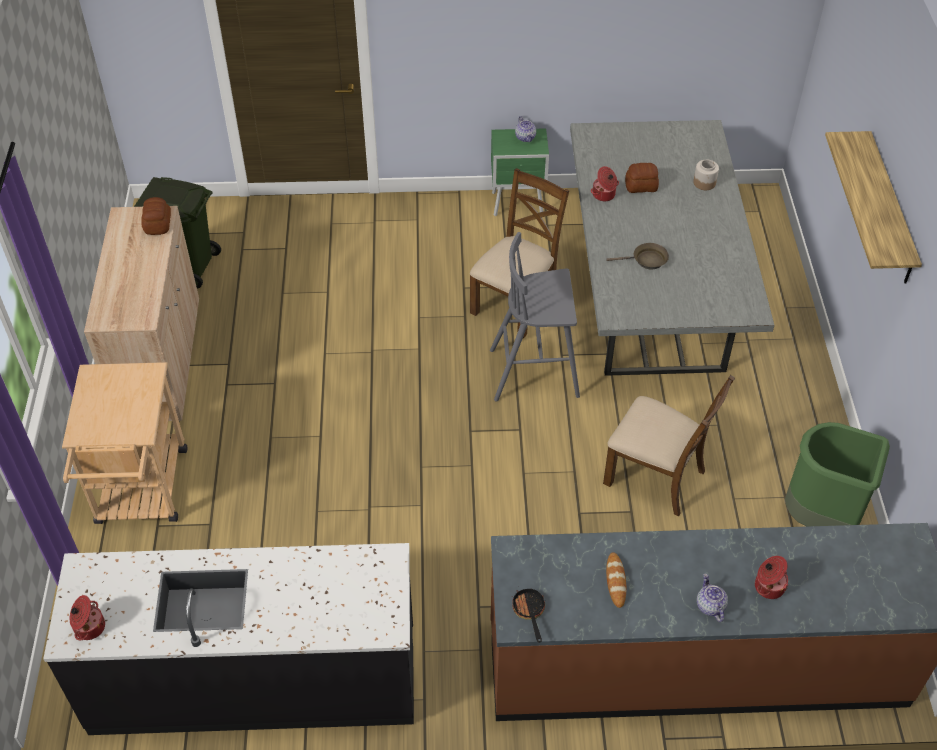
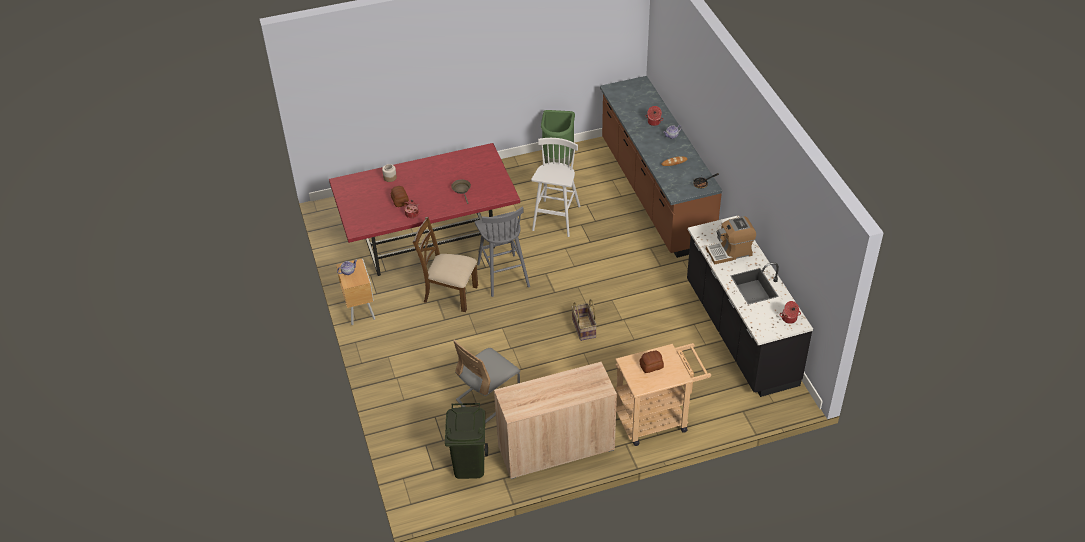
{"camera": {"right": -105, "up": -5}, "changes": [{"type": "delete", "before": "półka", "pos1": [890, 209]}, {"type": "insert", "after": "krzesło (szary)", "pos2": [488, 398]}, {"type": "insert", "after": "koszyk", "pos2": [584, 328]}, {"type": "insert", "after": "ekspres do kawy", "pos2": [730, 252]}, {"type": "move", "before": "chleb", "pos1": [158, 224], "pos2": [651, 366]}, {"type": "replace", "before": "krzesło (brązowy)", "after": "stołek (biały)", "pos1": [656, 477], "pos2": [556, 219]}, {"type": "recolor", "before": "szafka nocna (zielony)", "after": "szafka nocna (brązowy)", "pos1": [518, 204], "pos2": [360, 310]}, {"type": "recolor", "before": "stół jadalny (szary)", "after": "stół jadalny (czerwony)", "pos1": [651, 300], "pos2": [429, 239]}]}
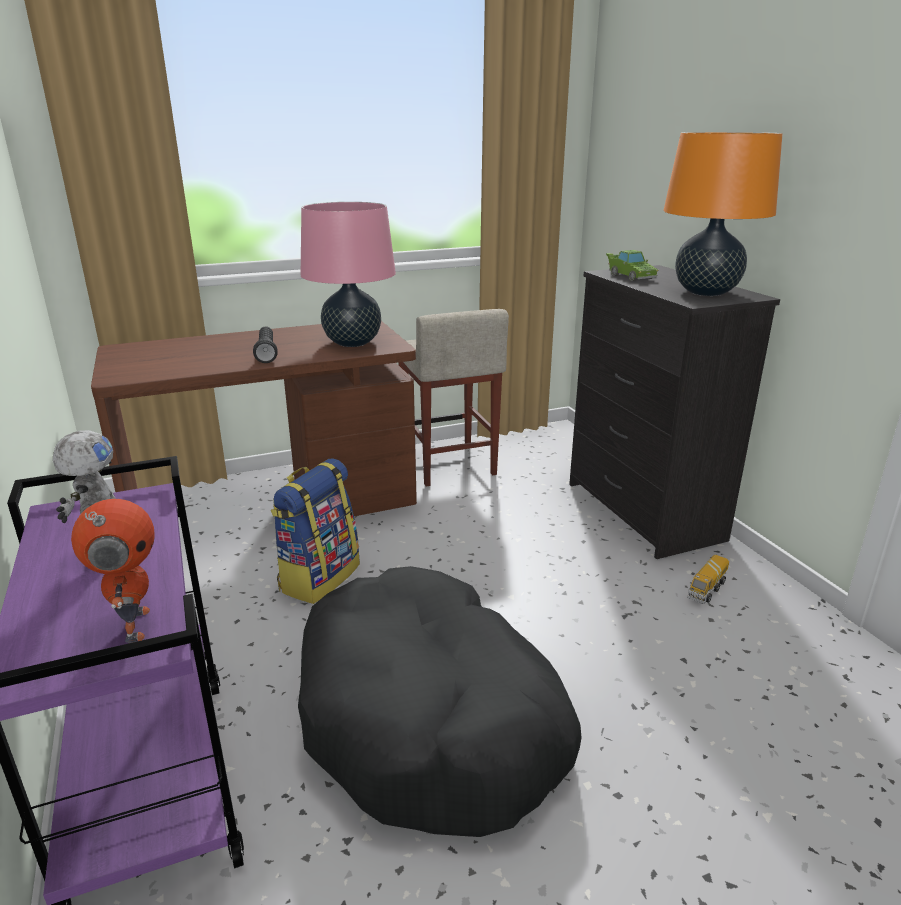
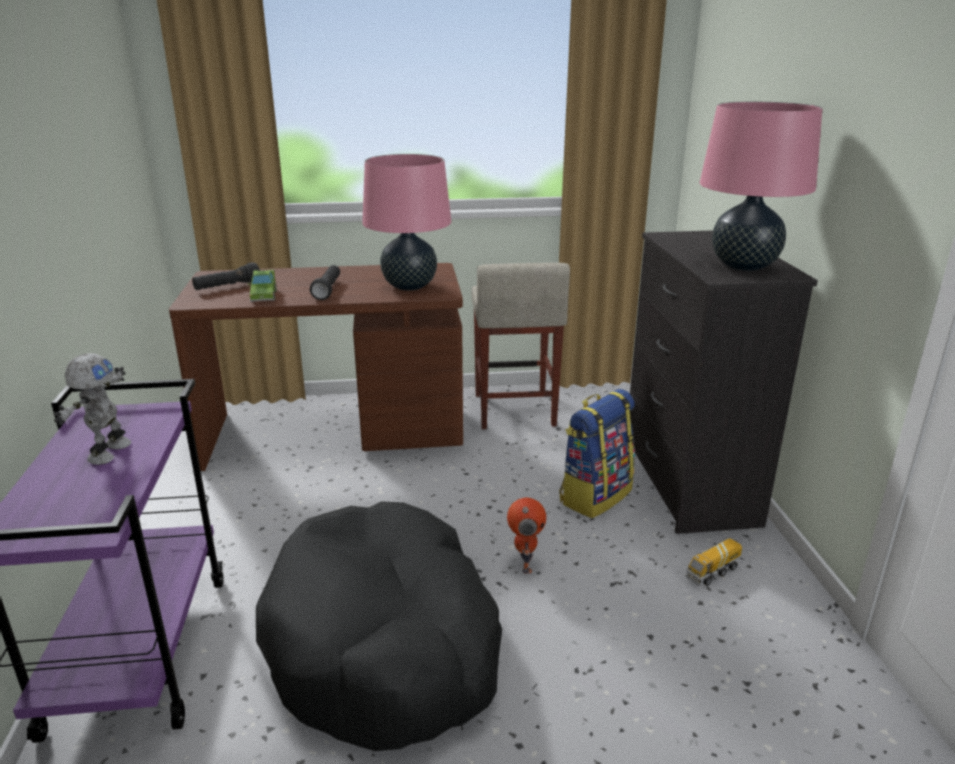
{"camera": {"right": 15, "up": 0}, "changes": [{"type": "insert", "after": "latarka (czarny)", "pos2": [227, 287]}, {"type": "move", "before": "robot zabawkowy", "pos1": [134, 625], "pos2": [524, 563]}, {"type": "move", "before": "plecak", "pos1": [319, 577], "pos2": [595, 495]}, {"type": "move", "before": "samochodzik (zielony)", "pos1": [629, 276], "pos2": [264, 295]}, {"type": "recolor", "before": "lampa stołowa (pomarańczowy)", "after": "lampa stołowa (różowy)", "pos1": [706, 292], "pos2": [744, 266]}]}
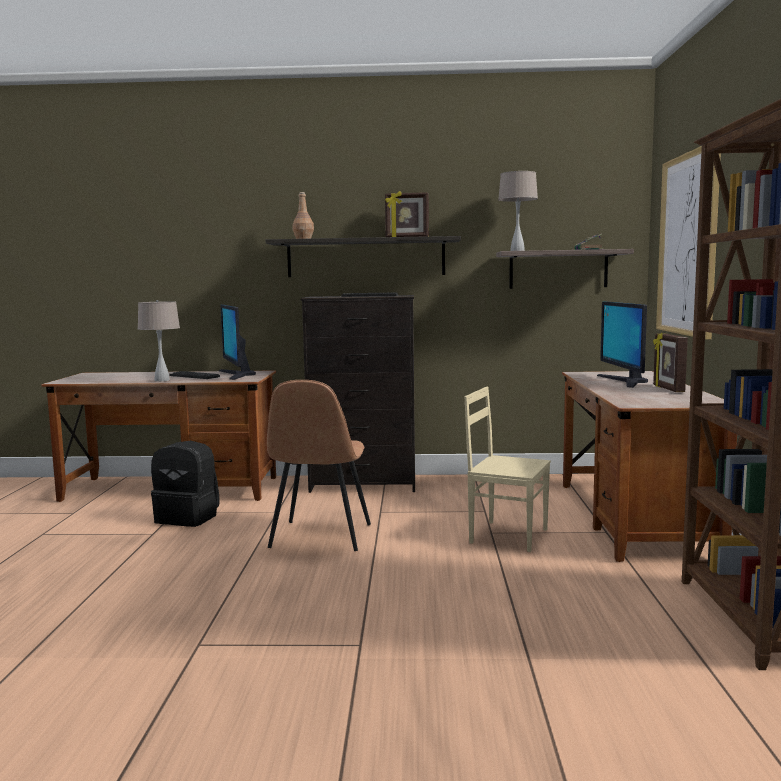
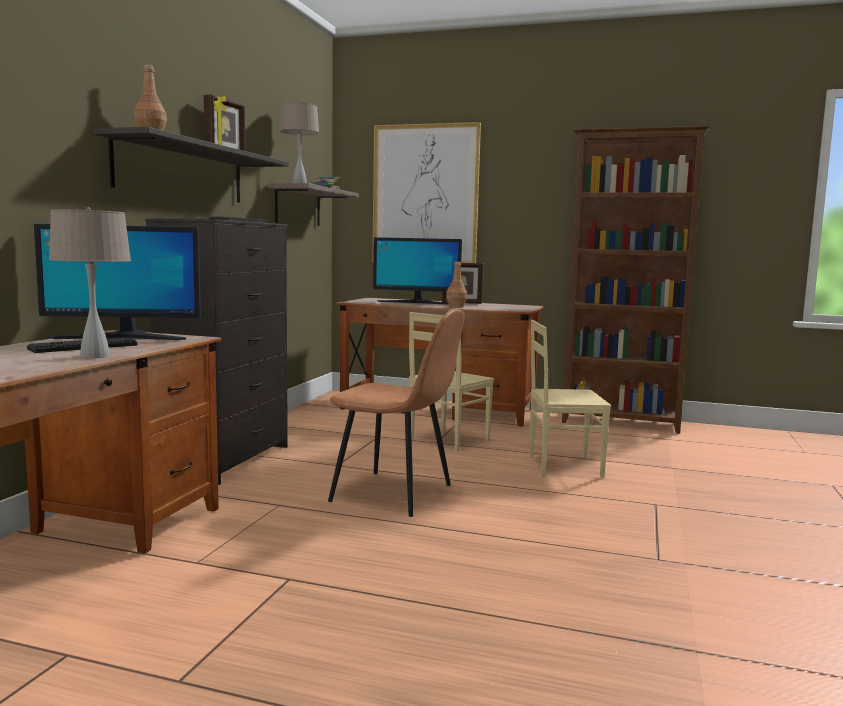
{"camera": {"right": -75, "up": 0}, "changes": [{"type": "delete", "before": "plecak (czarny)", "pos1": [188, 518]}, {"type": "insert", "after": "butelka (brązowy)", "pos2": [456, 307]}, {"type": "insert", "after": "krzesło (beżowy)", "pos2": [563, 466]}]}
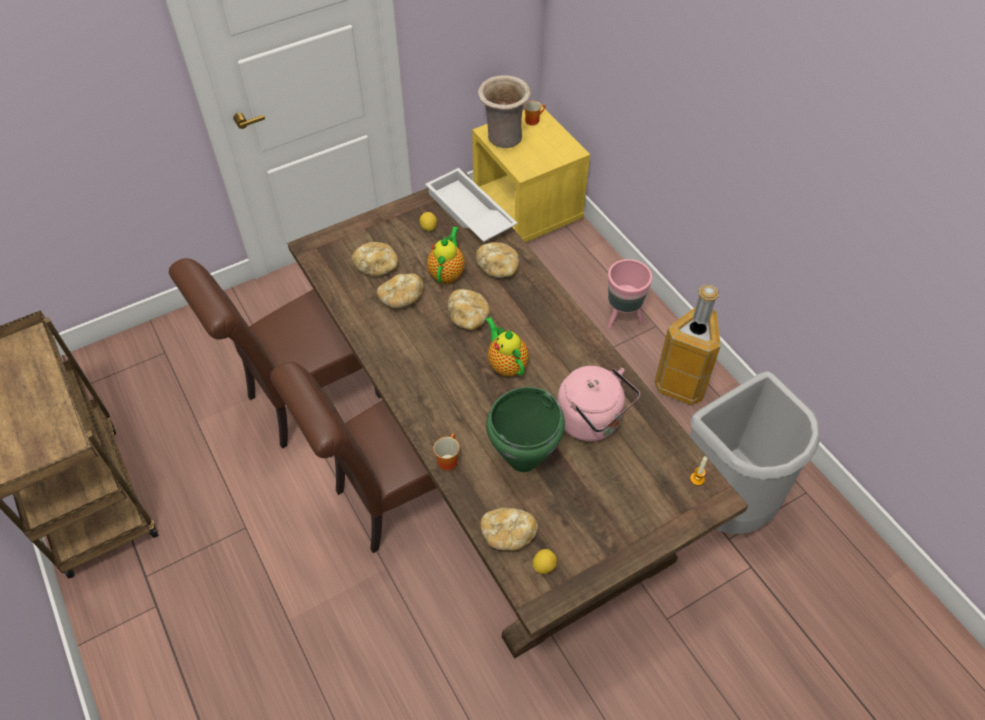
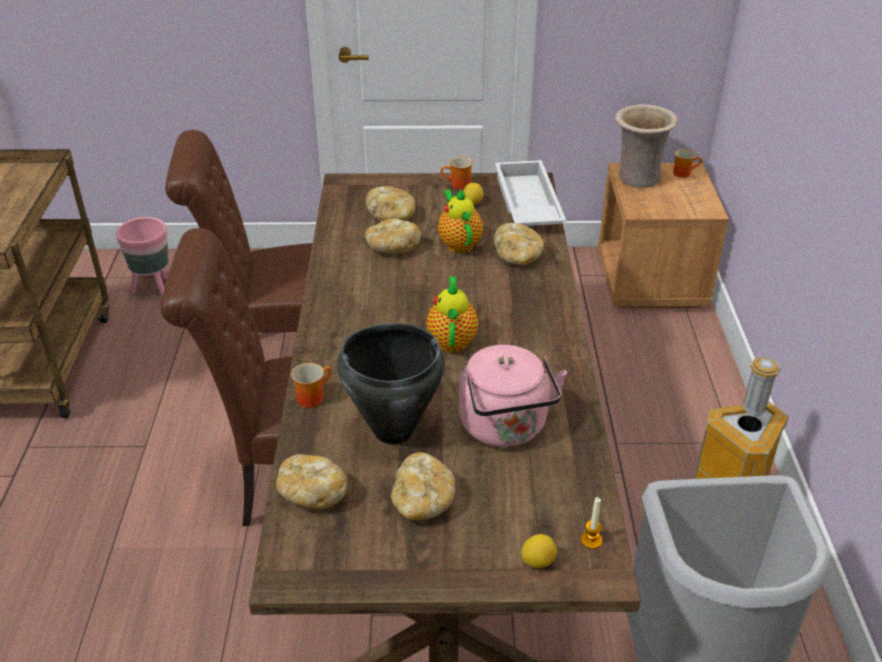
{"camera": {"right": 30, "up": -15}, "changes": [{"type": "insert", "after": "kubek", "pos2": [458, 185]}, {"type": "move", "before": "chleb", "pos1": [468, 317], "pos2": [422, 500]}, {"type": "move", "before": "cytryna", "pos1": [544, 566], "pos2": [538, 561]}, {"type": "move", "before": "donica (różowy)", "pos1": [621, 317], "pos2": [154, 290]}, {"type": "recolor", "before": "szafka nocna (żółty)", "after": "szafka nocna (brązowy)", "pos1": [528, 210], "pos2": [651, 281]}, {"type": "recolor", "before": "garnek (zielony)", "after": "garnek (czarny)", "pos1": [522, 459], "pos2": [392, 430]}, {"type": "rotate", "before": "imbryk", "pos1": [447, 273], "pos2": [459, 243], "turn": -60}]}
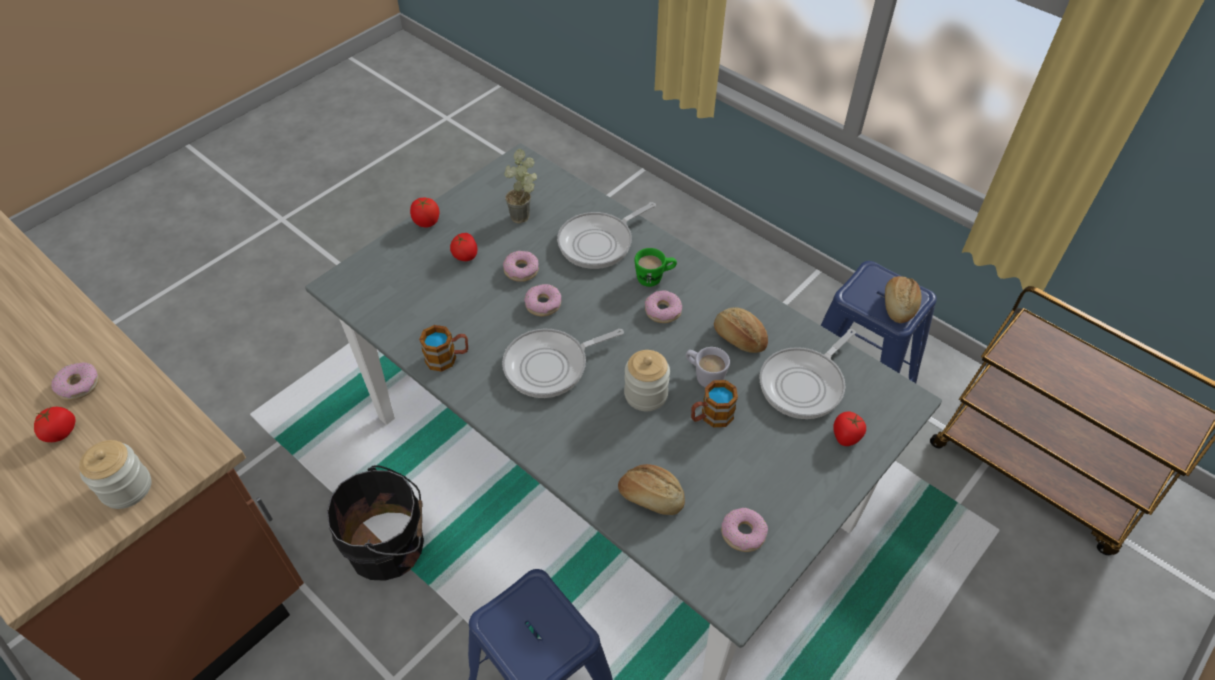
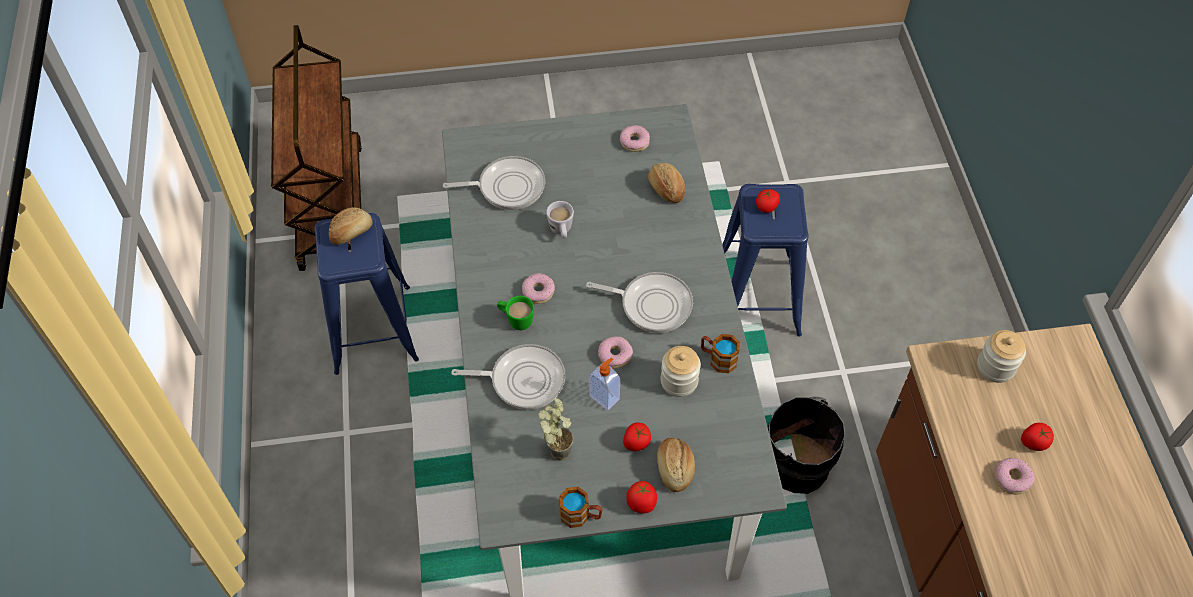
{"camera": {"right": -140, "up": 5}, "changes": [{"type": "move", "before": "słoik", "pos1": [646, 394], "pos2": [679, 381]}, {"type": "move", "before": "kubek", "pos1": [711, 417], "pos2": [581, 515]}, {"type": "move", "before": "chleb", "pos1": [738, 338], "pos2": [675, 468]}, {"type": "move", "before": "pomidor", "pos1": [846, 436], "pos2": [766, 207]}, {"type": "replace", "before": "donut", "after": "dozownik mydła", "pos1": [521, 270], "pos2": [605, 397]}]}
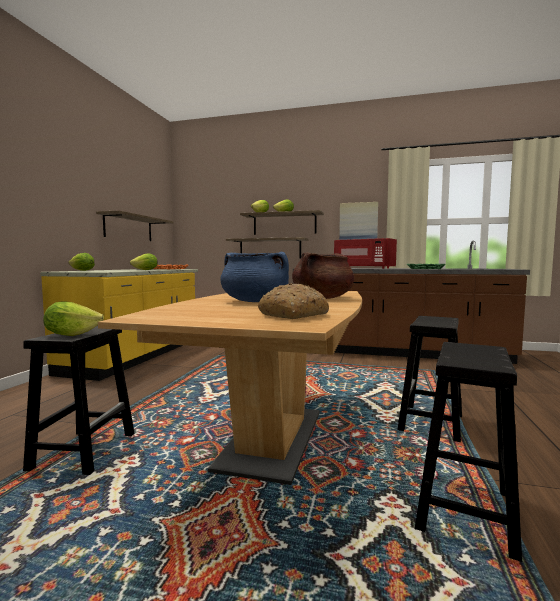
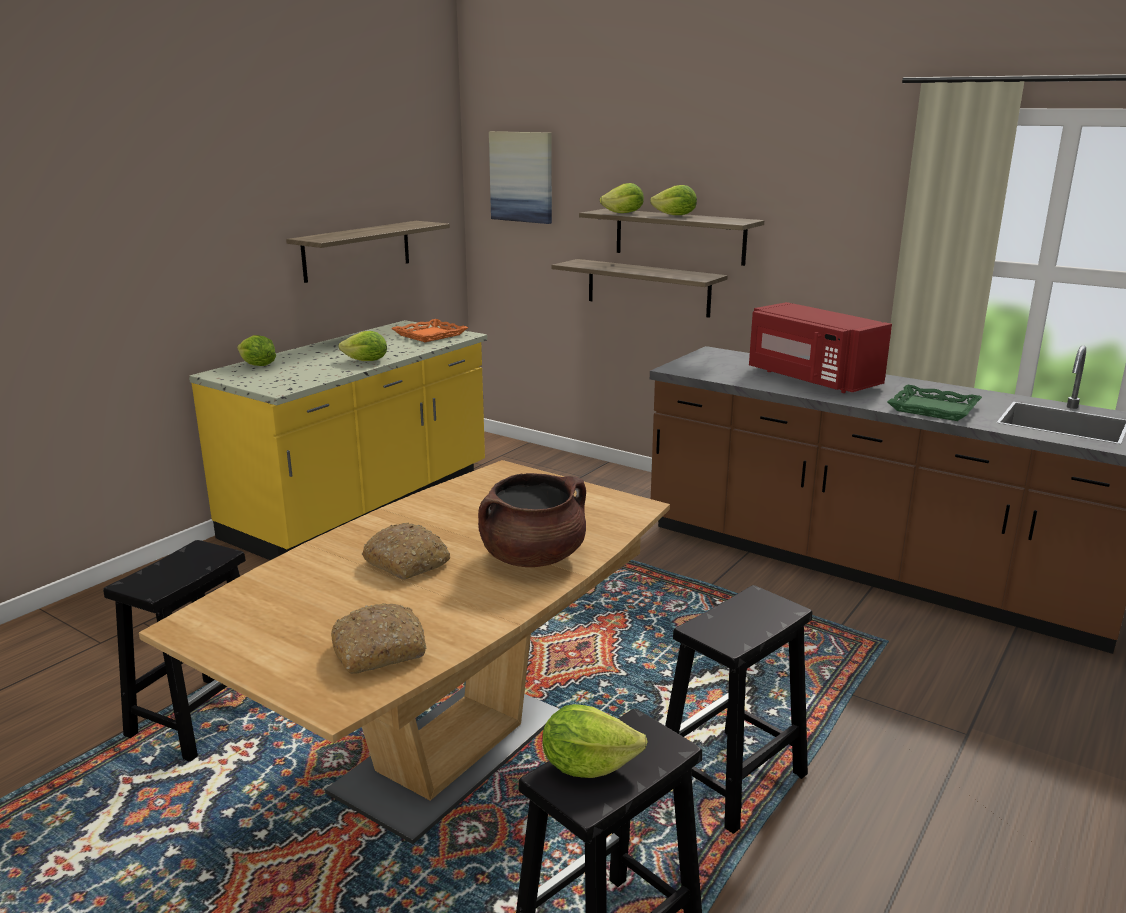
{"camera": {"right": 20, "up": 15}, "changes": [{"type": "move", "before": "sałata", "pos1": [71, 334], "pos2": [587, 765]}, {"type": "move", "before": "obraz", "pos1": [358, 225], "pos2": [522, 177]}, {"type": "replace", "before": "garnek (niebieski)", "after": "chleb", "pos1": [255, 301], "pos2": [407, 562]}]}
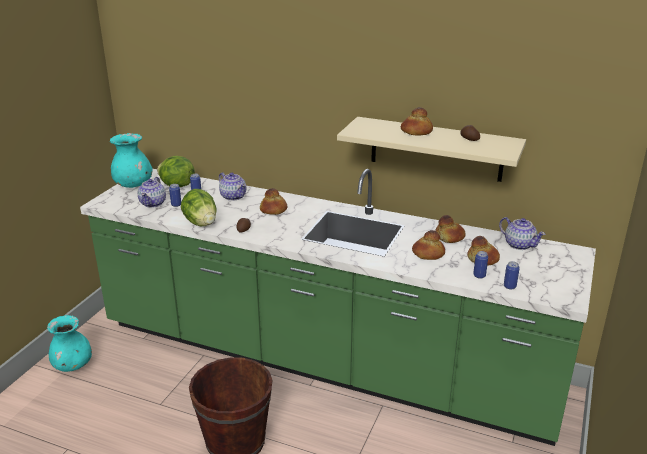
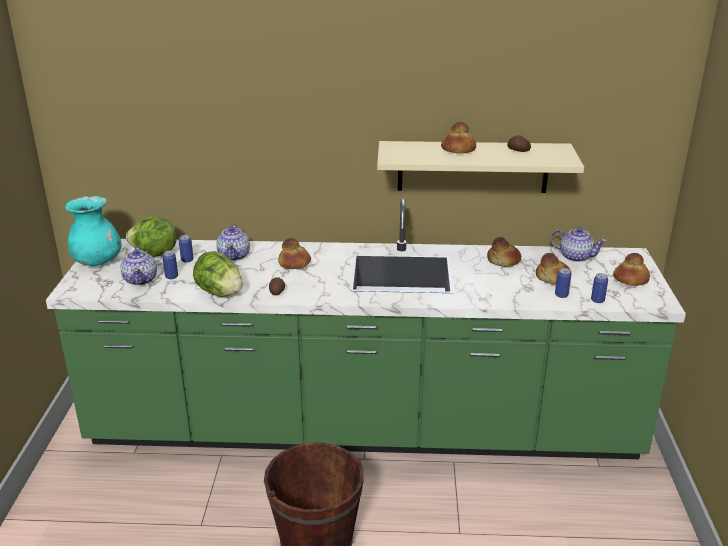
{"camera": {"right": -20, "up": 0}, "changes": [{"type": "delete", "before": "wazon (turkusowy)", "pos1": [72, 365]}, {"type": "move", "before": "chleb", "pos1": [428, 254], "pos2": [630, 280]}, {"type": "rotate", "before": "imbryk", "pos1": [233, 196], "pos2": [234, 256], "turn": 60}]}
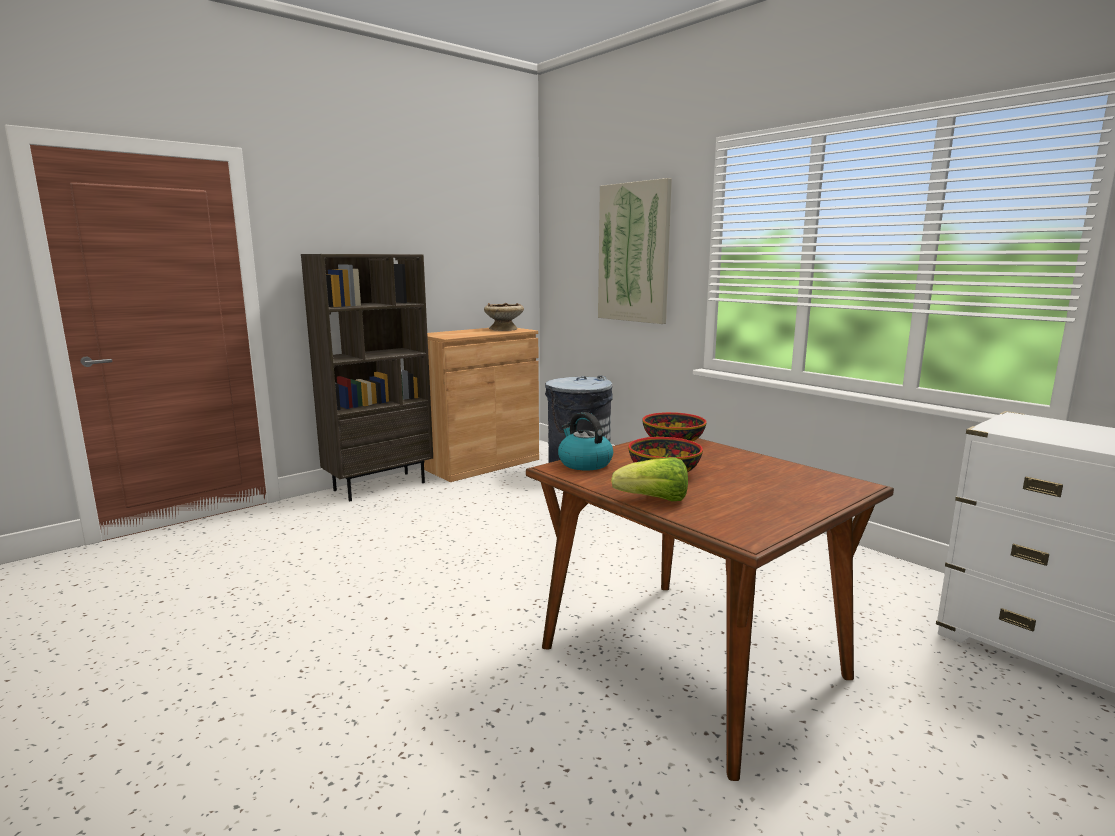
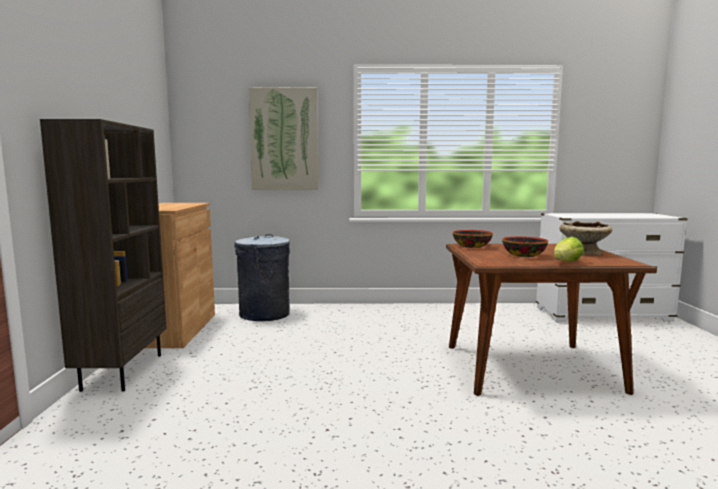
{"camera": {"right": -50, "up": -5}, "changes": [{"type": "delete", "before": "czajnik", "pos1": [584, 463]}, {"type": "move", "before": "miska (beżowy)", "pos1": [504, 329], "pos2": [583, 252]}]}
